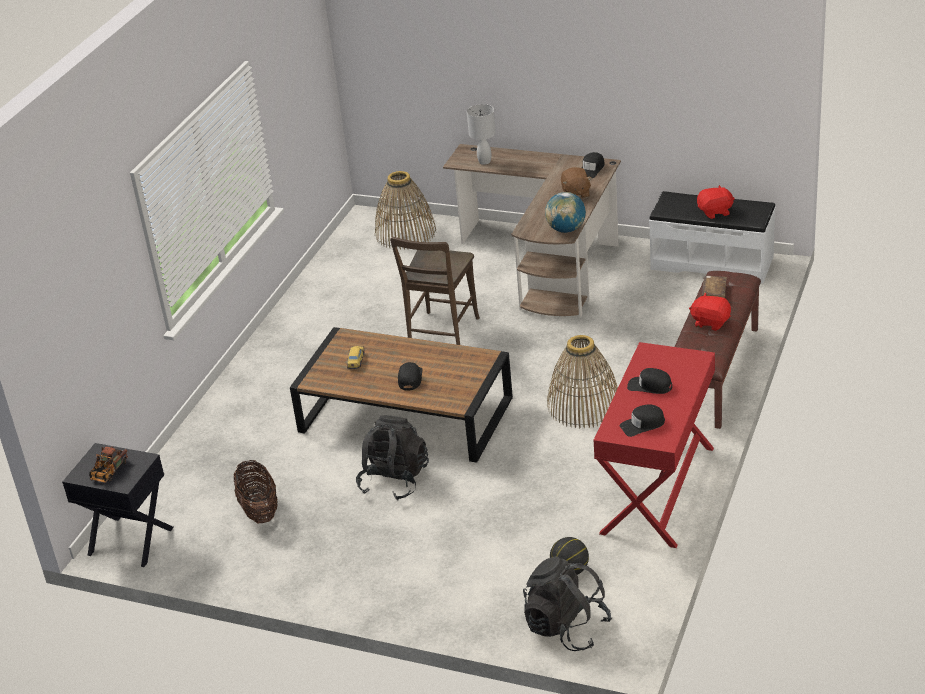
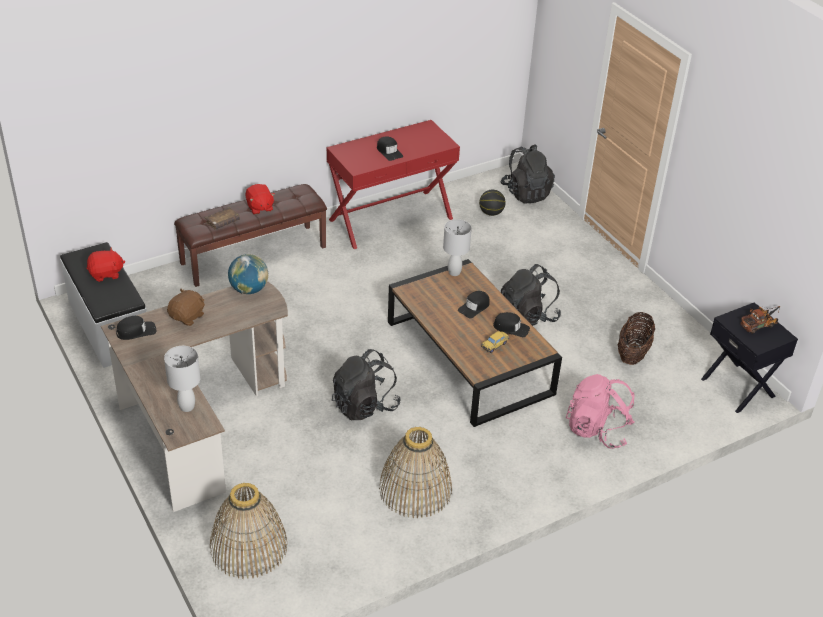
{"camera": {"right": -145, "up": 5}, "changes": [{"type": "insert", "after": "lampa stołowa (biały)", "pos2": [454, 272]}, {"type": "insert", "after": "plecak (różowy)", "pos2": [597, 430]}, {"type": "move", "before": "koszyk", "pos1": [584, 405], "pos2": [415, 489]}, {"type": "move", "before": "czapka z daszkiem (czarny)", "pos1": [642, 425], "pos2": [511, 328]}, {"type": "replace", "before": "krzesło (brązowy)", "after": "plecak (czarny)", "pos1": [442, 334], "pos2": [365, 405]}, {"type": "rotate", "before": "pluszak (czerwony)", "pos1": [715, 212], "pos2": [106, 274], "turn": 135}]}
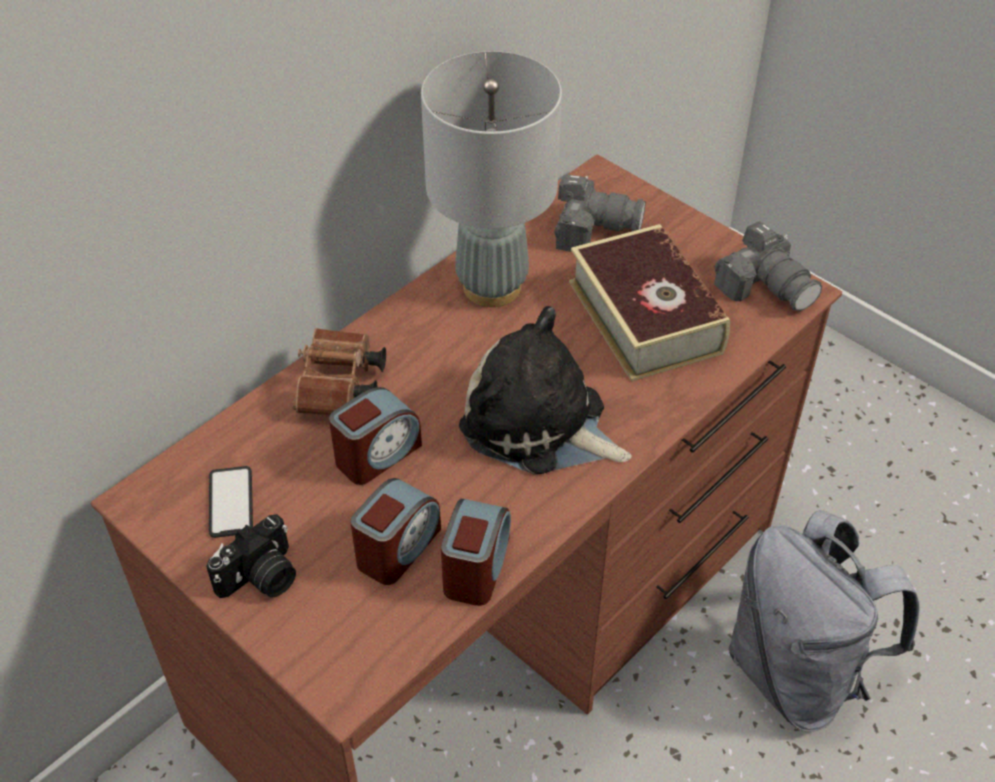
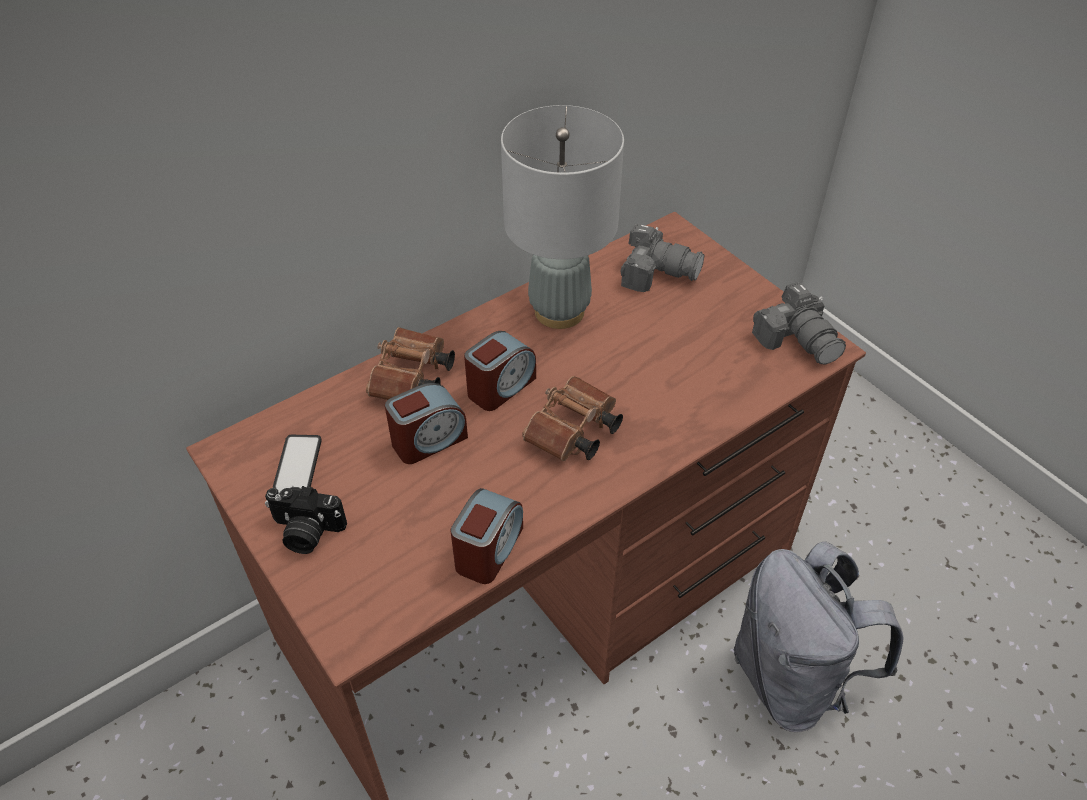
{"camera": {"right": 10, "up": 0}, "changes": [{"type": "delete", "before": "książka", "pos1": [645, 316]}, {"type": "move", "before": "budzik", "pos1": [397, 548], "pos2": [500, 387]}, {"type": "replace", "before": "pluszak", "after": "lornetka (brązowy)", "pos1": [539, 425], "pos2": [572, 434]}, {"type": "rotate", "before": "aparat fotograficzny", "pos1": [261, 578], "pos2": [306, 532], "turn": 45}]}
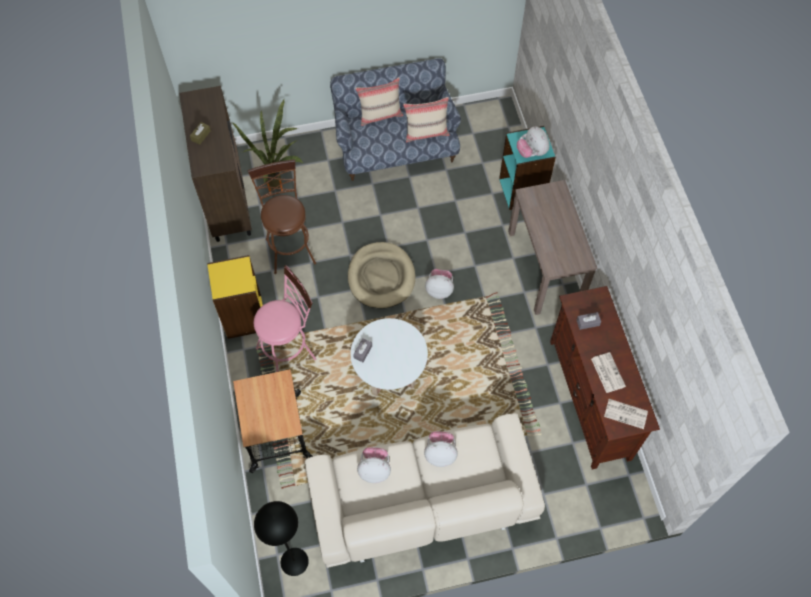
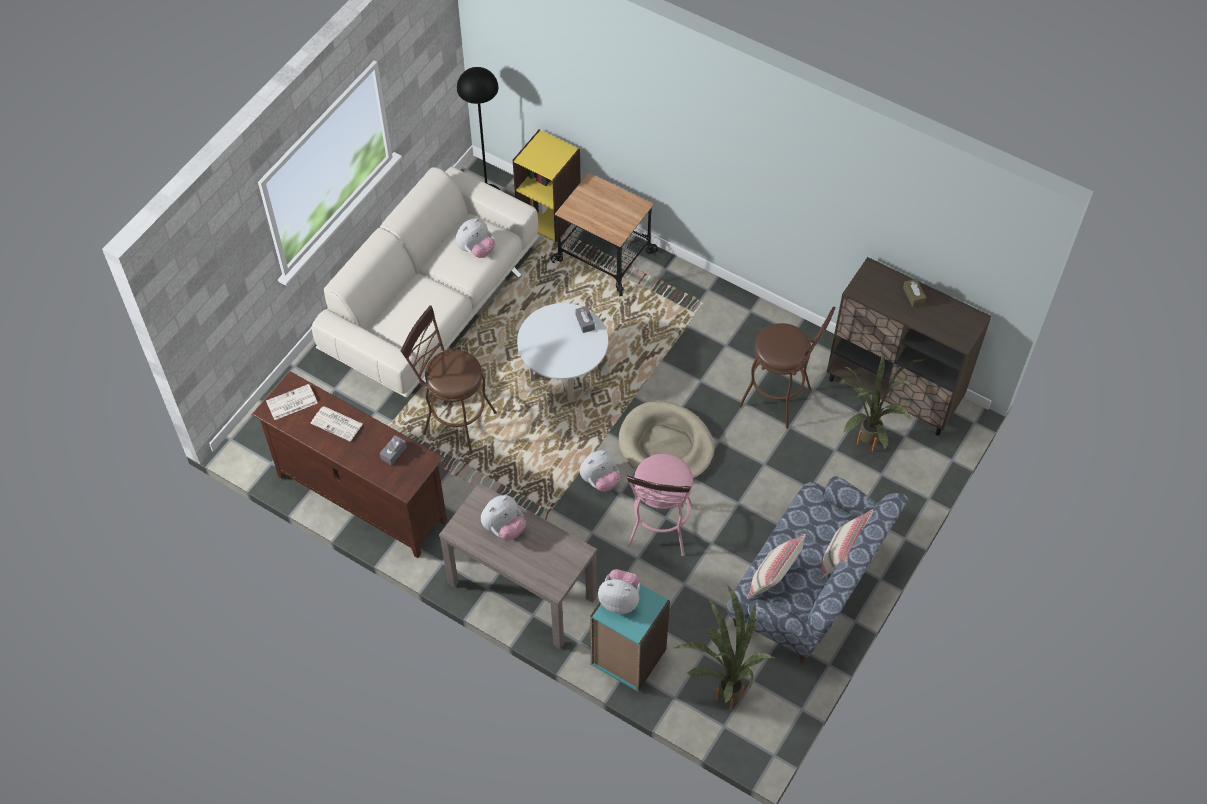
{"camera": {"right": 135, "up": -5}, "changes": [{"type": "insert", "after": "stołek (brązowy)", "pos2": [454, 421]}, {"type": "insert", "after": "roślina doniczkowa", "pos2": [724, 691]}, {"type": "move", "before": "regał (żółty)", "pos1": [243, 317], "pos2": [549, 216]}, {"type": "move", "before": "stołek (różowy)", "pos1": [290, 350], "pos2": [659, 532]}, {"type": "move", "before": "pluszak", "pos1": [440, 453], "pos2": [504, 527]}]}
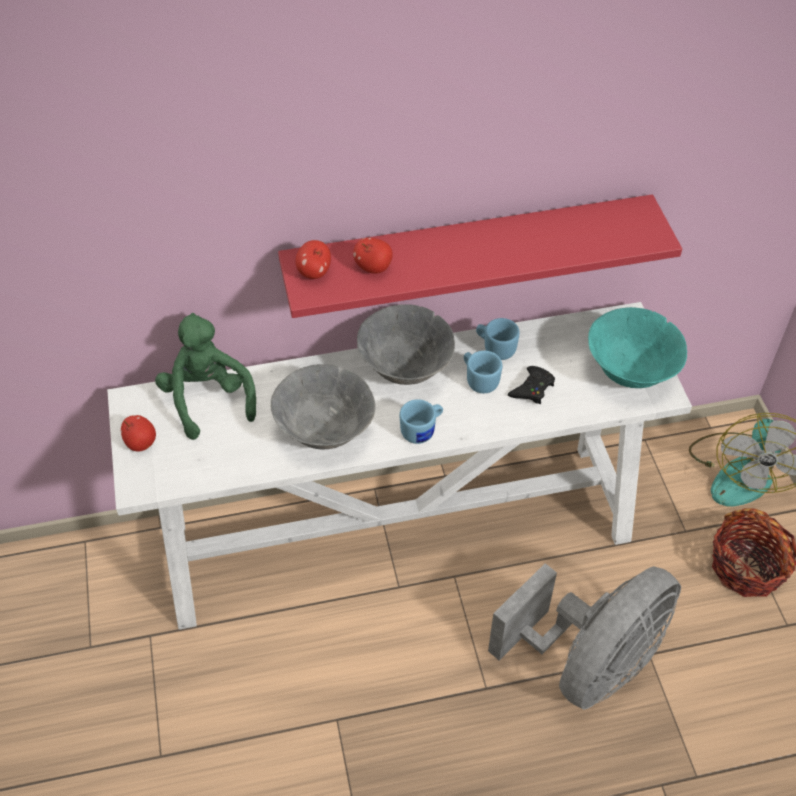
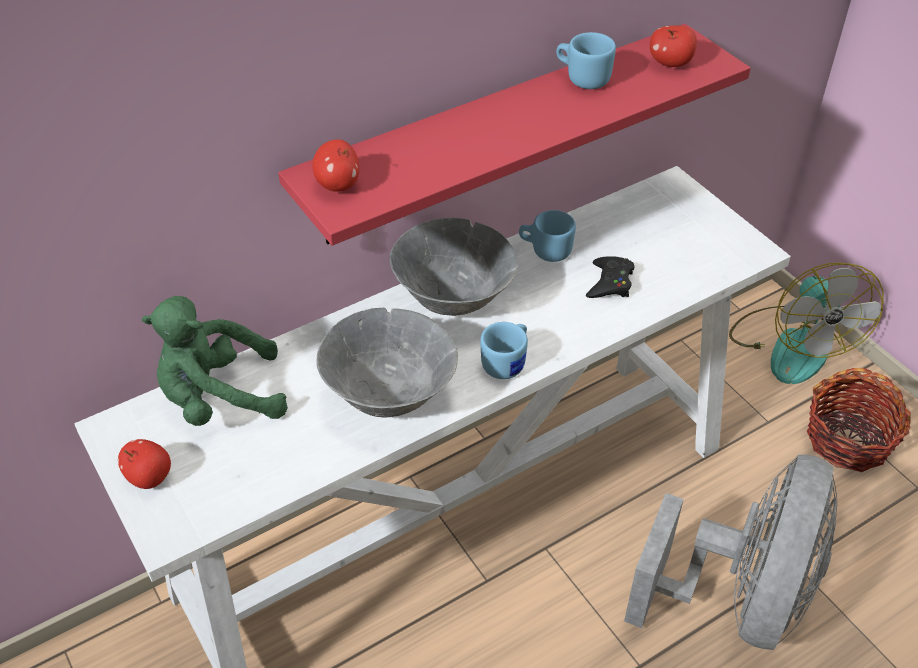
{"camera": {"right": -20, "up": -5}, "changes": [{"type": "delete", "before": "miska (turkusowy)", "pos1": [629, 373]}, {"type": "move", "before": "jabłko", "pos1": [373, 267], "pos2": [670, 63]}, {"type": "move", "before": "kubek (niebieski)", "pos1": [479, 380], "pos2": [582, 78]}, {"type": "rotate", "before": "pluszak (zielony)", "pos1": [208, 399], "pos2": [219, 398], "turn": -60}]}
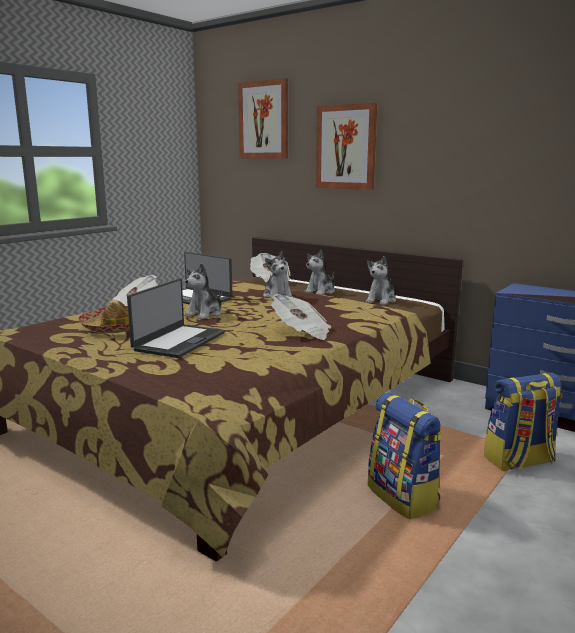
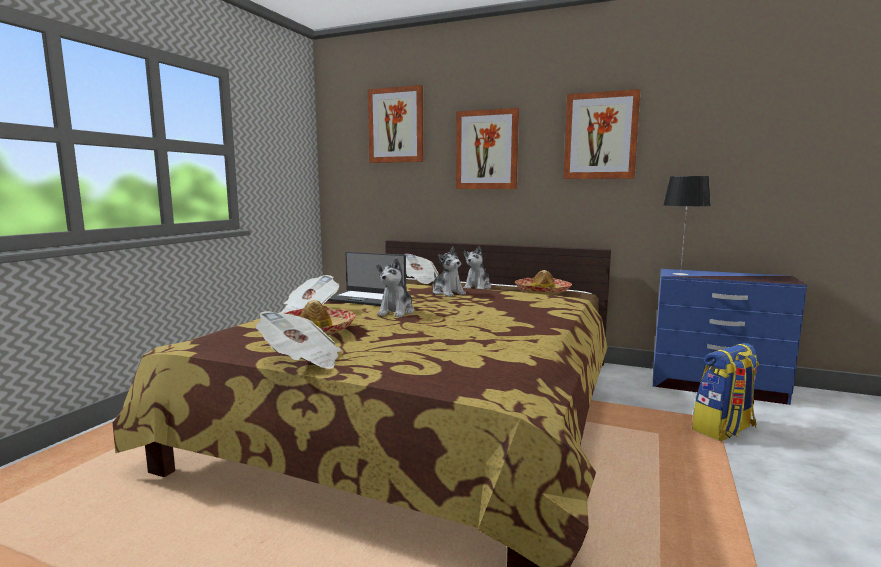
{"camera": {"right": -15, "up": -5}, "changes": [{"type": "delete", "before": "laptop", "pos1": [179, 341]}, {"type": "delete", "before": "plecak", "pos1": [403, 497]}, {"type": "insert", "after": "obraz", "pos2": [600, 136]}, {"type": "insert", "after": "lampa stołowa", "pos2": [680, 274]}, {"type": "move", "before": "gazeta", "pos1": [302, 332], "pos2": [302, 360]}, {"type": "replace", "before": "pluszak", "after": "kapelusz", "pos1": [381, 300], "pos2": [542, 292]}]}
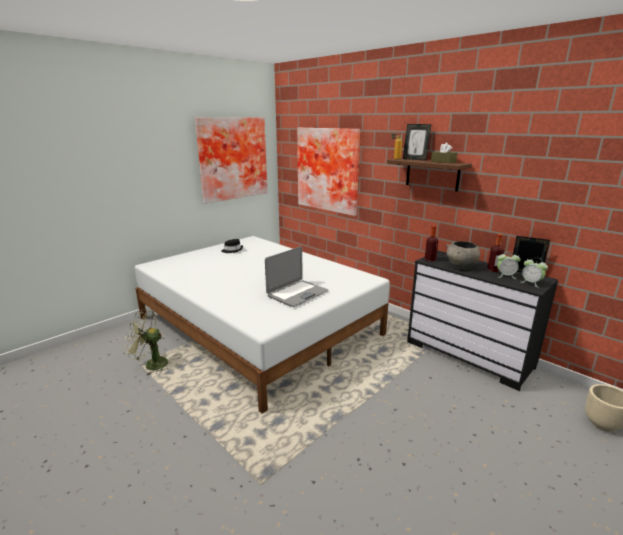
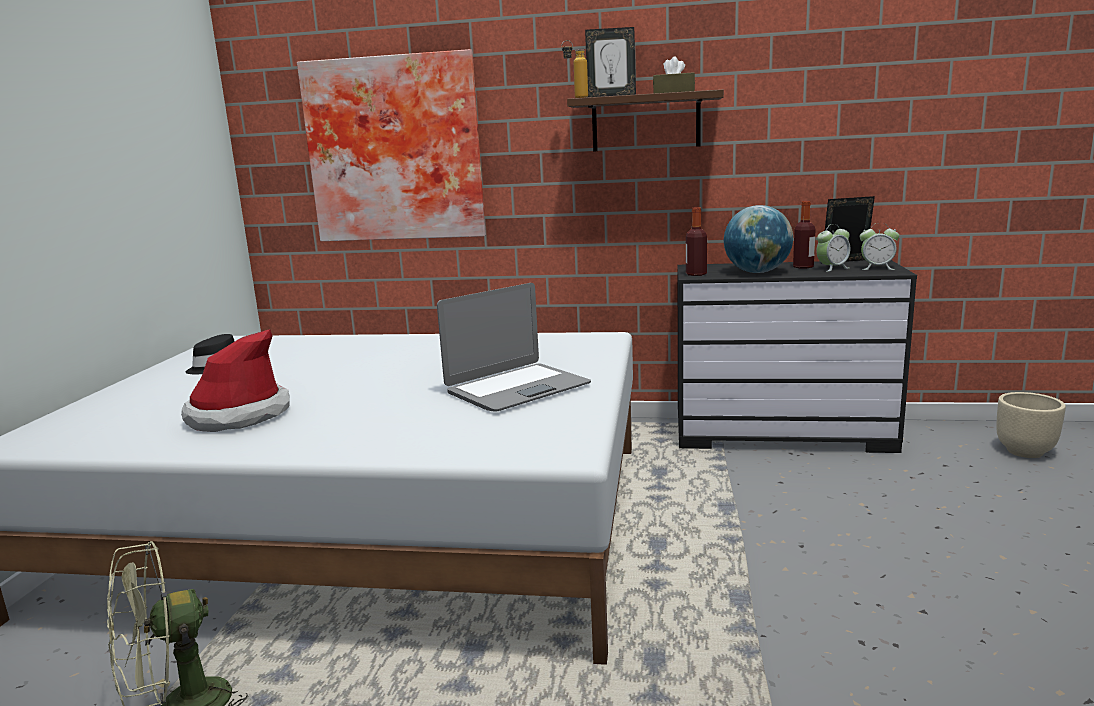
{"camera": {"right": -35, "up": -5}, "changes": [{"type": "delete", "before": "obraz", "pos1": [232, 158]}, {"type": "insert", "after": "kapelusz", "pos2": [238, 415]}, {"type": "replace", "before": "miska (szary)", "after": "globus", "pos1": [461, 267], "pos2": [757, 272]}, {"type": "rotate", "before": "laptop", "pos1": [297, 294], "pos2": [517, 389], "turn": 45}]}
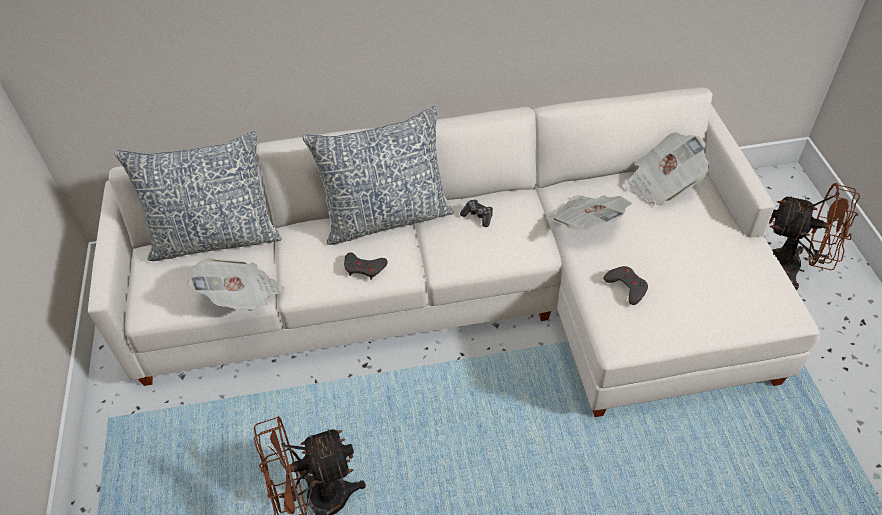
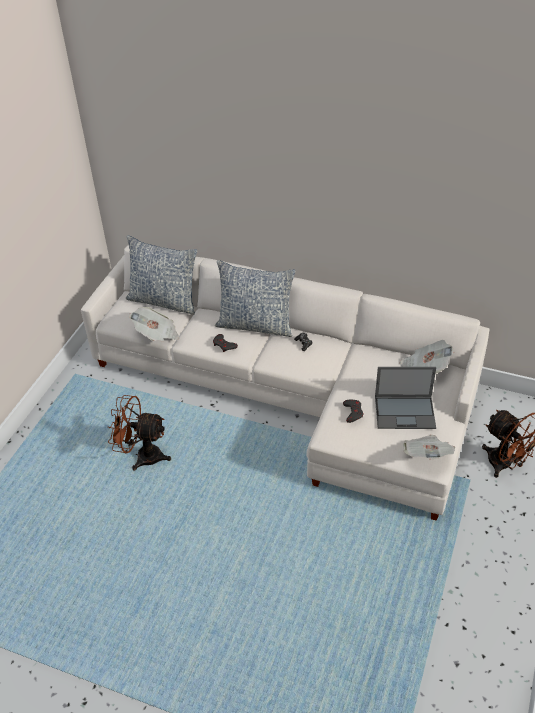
{"camera": {"right": 30, "up": -5}, "changes": [{"type": "insert", "after": "laptop", "pos2": [405, 412]}, {"type": "move", "before": "gazeta", "pos1": [587, 224], "pos2": [427, 455]}]}
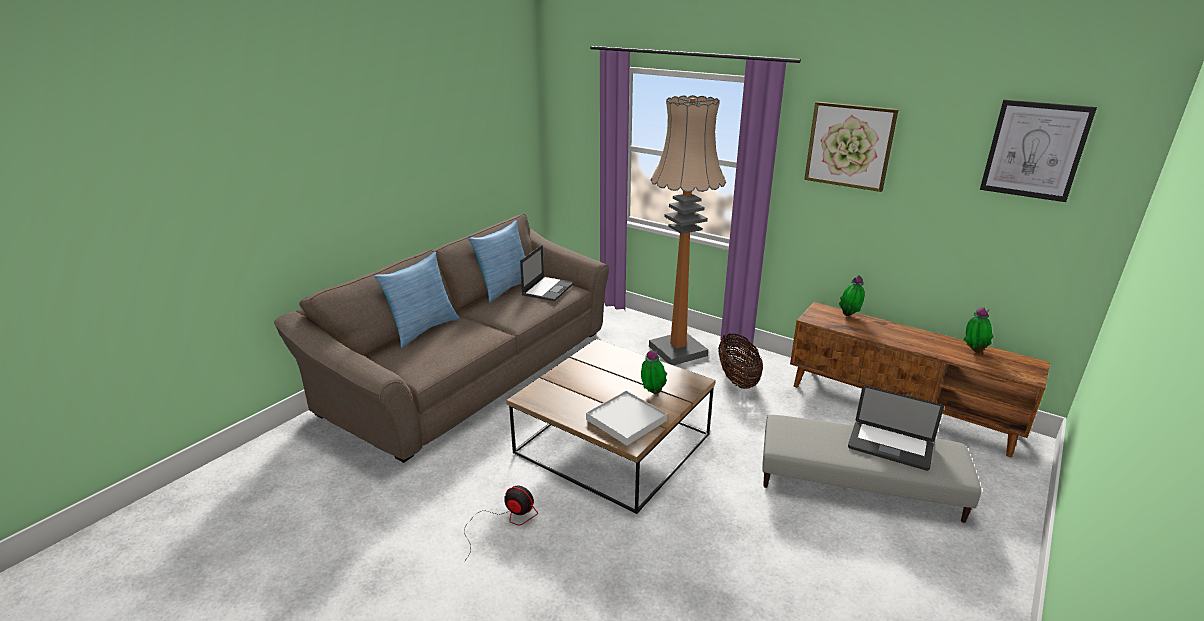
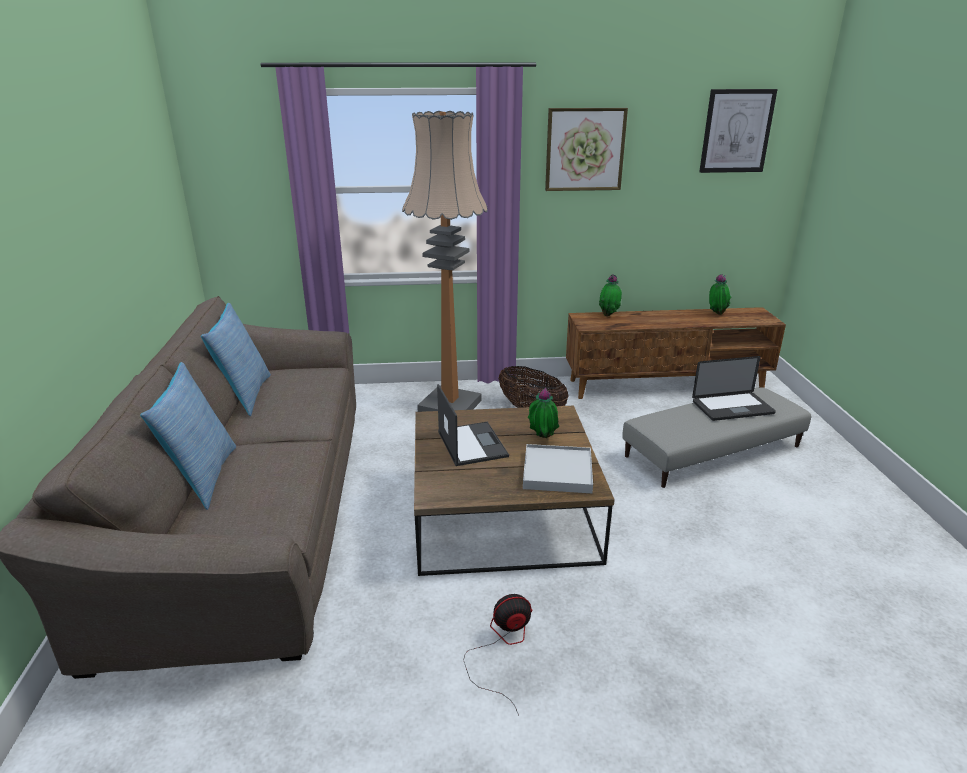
{"camera": {"right": -40, "up": 0}, "changes": [{"type": "move", "before": "laptop", "pos1": [548, 289], "pos2": [471, 443]}]}
